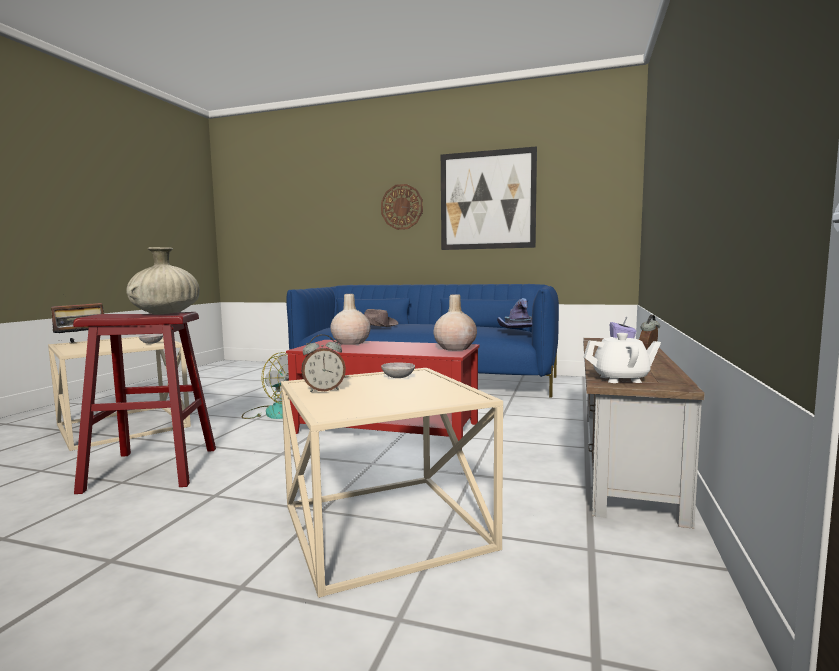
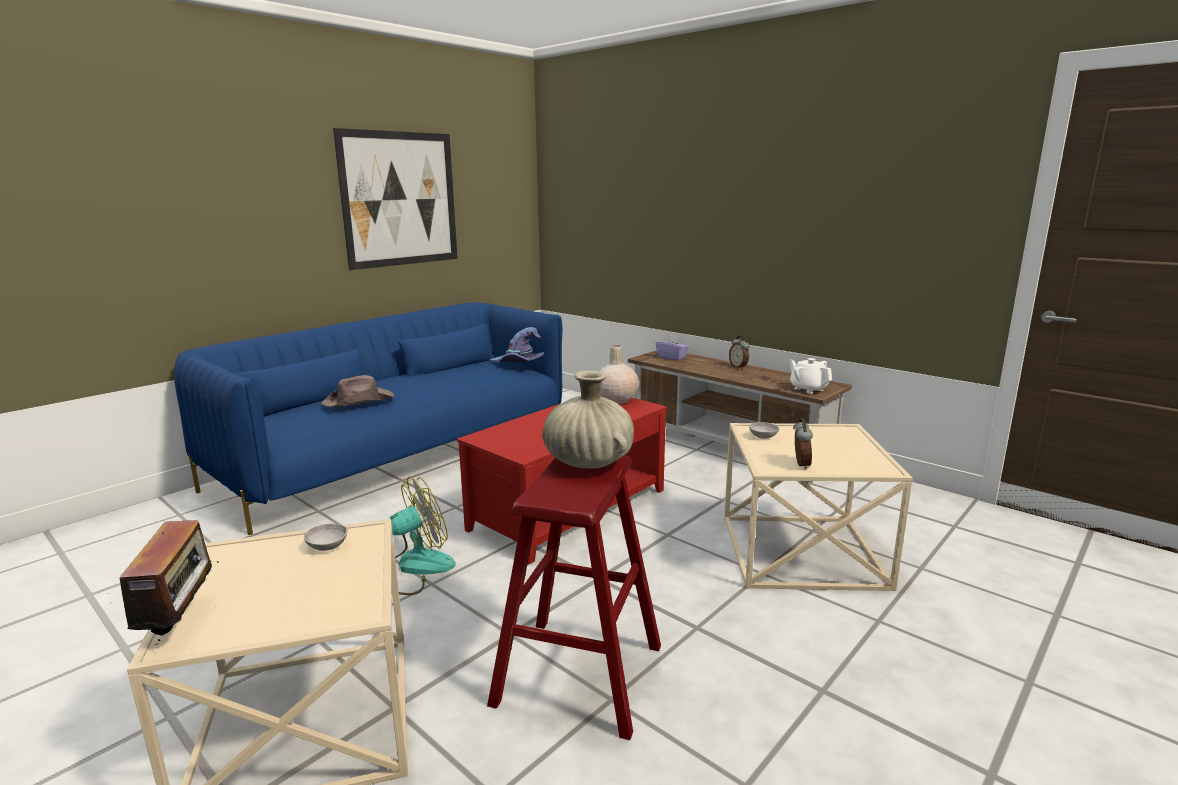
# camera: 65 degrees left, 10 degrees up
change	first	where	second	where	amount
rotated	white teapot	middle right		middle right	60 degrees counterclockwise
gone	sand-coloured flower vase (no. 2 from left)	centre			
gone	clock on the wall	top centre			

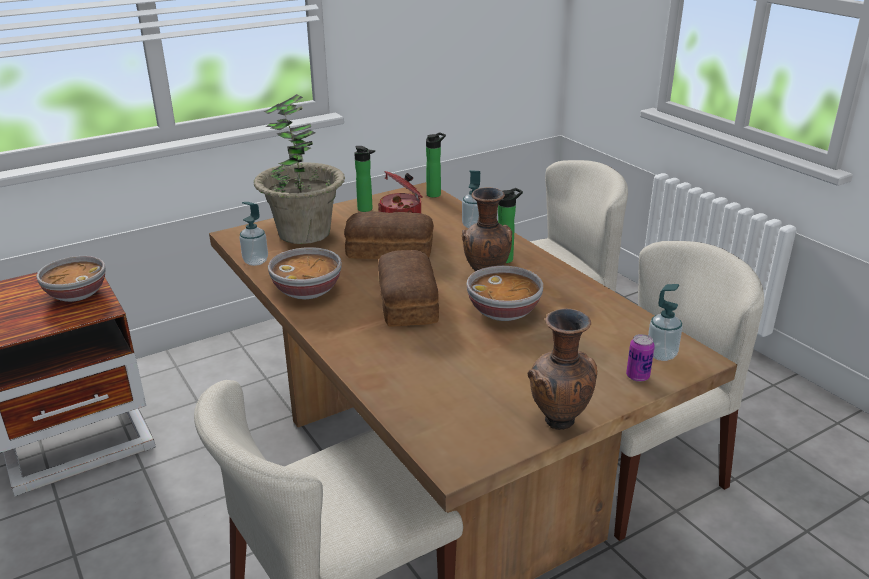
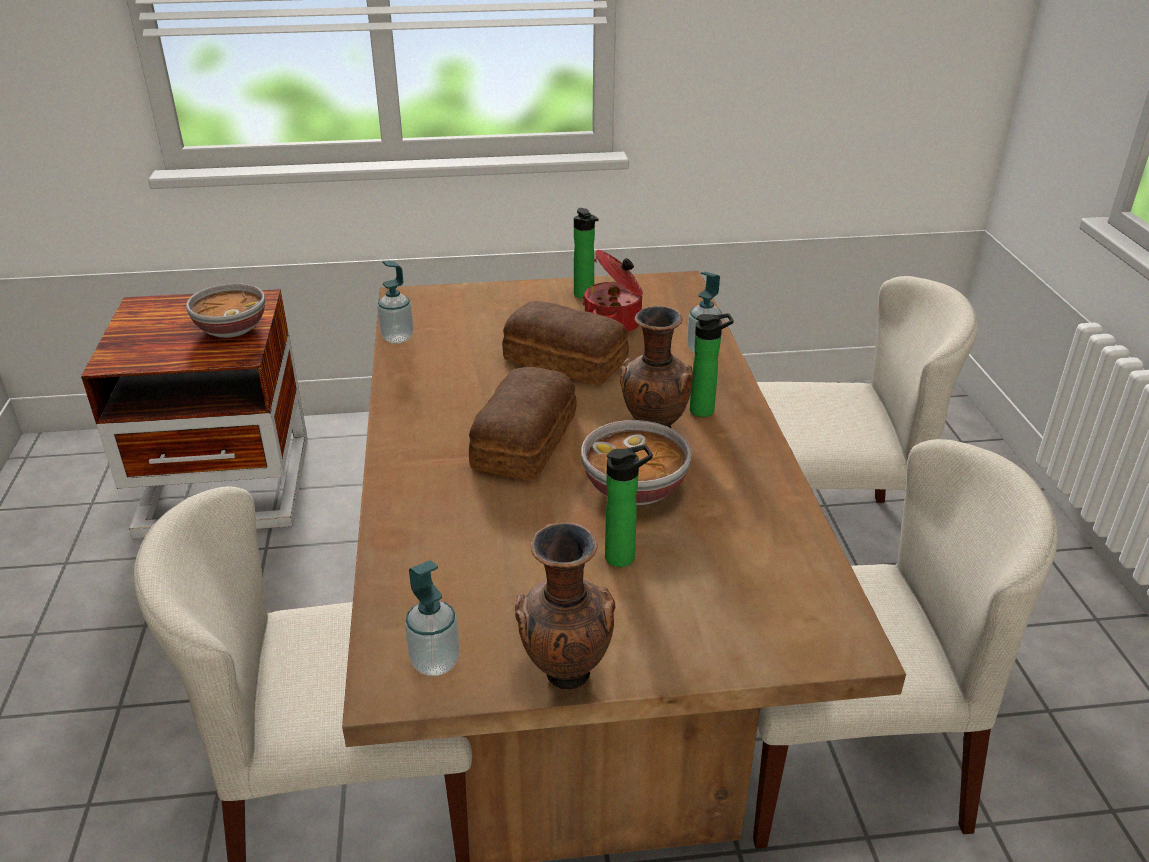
# camera: 25 degrees right, 5 degrees up
change	first	where	second	where	amount
shifted	liquid soap bottle (no. 3 from left in the first image)	middle right	liquid soap bottle (no. 2 from left)	bottom centre	
shifted	bottle (no. 2 from left)	top centre		centre	
gone	potted plant	top centre			
gone	bowl (no. 2 from left)	centre			
gone	metal can	middle right			

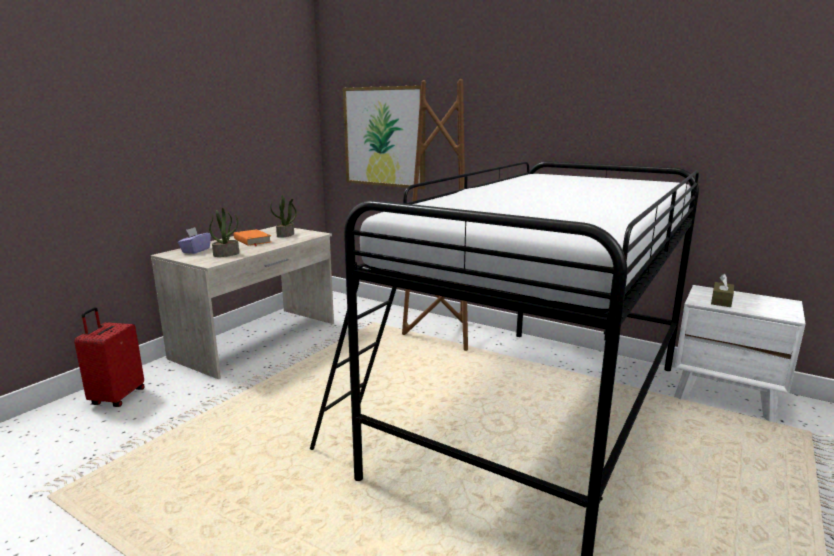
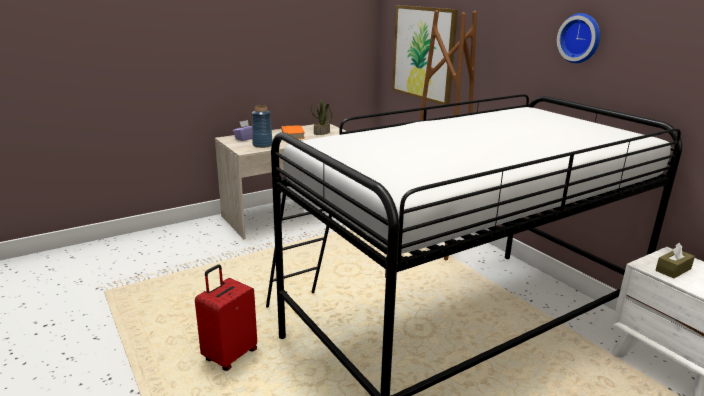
# camera: 25 degrees right, 5 degrees up
change	first	where	second	where	amount
shifted	red suitcase	middle left		bottom left	
swapped	potted plant (no. 1 from left)	middle left	bluish flower vase	top centre	
new			clock on the wall	top right	

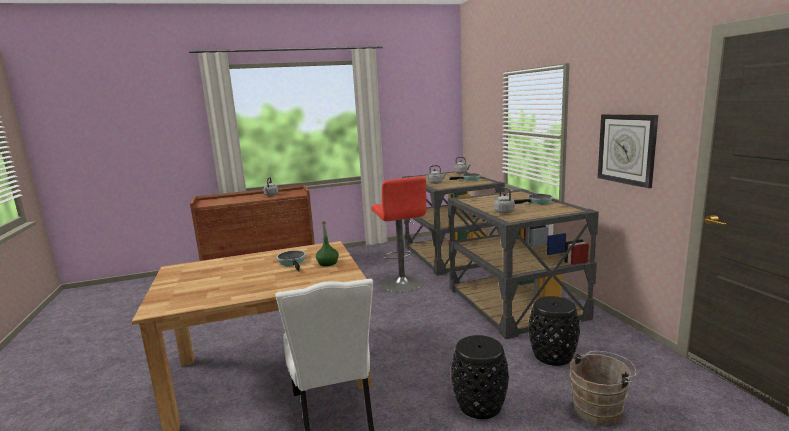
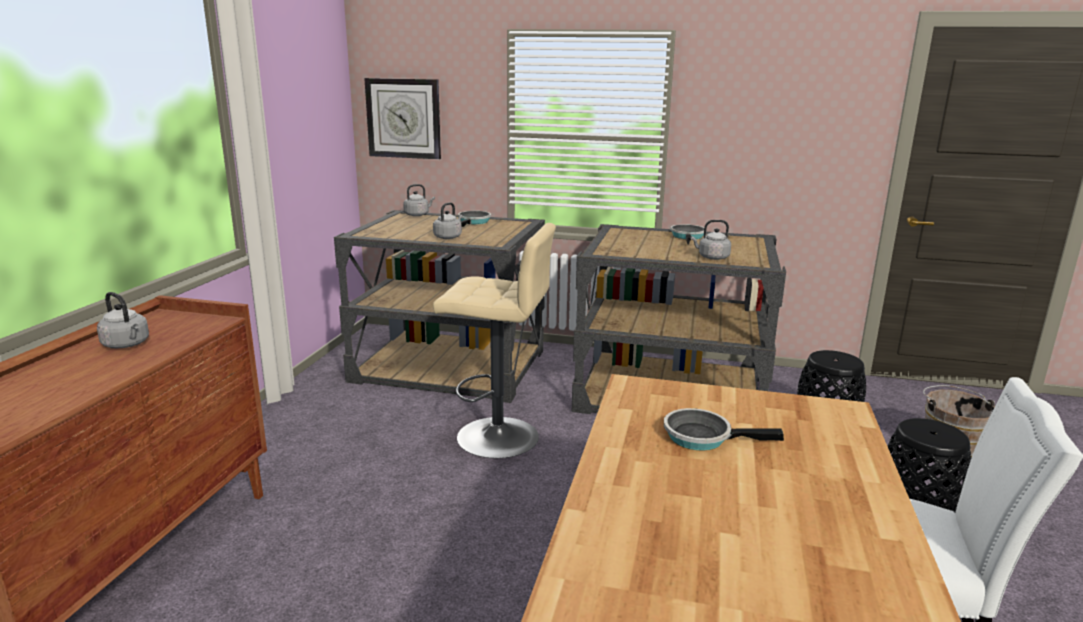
# camera: 60 degrees left, 5 degrees up
change	first	where	second	where	amount
shifted	clock on the wall	middle right		top centre	
repainted	red stool seat	centre	sand-coloured stool seat	centre	
gone	greenish bottle	centre			

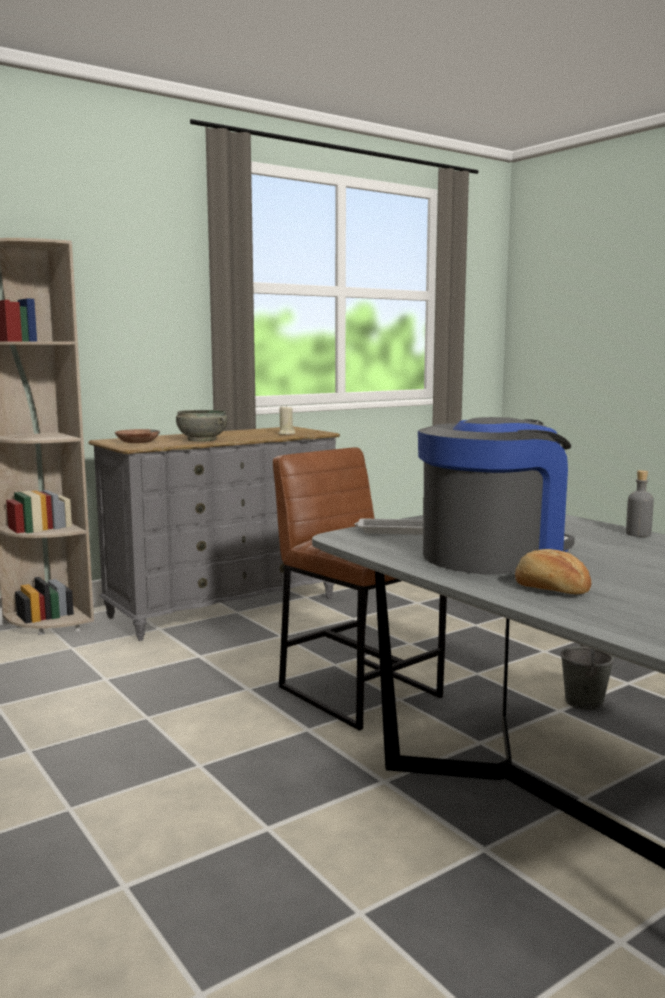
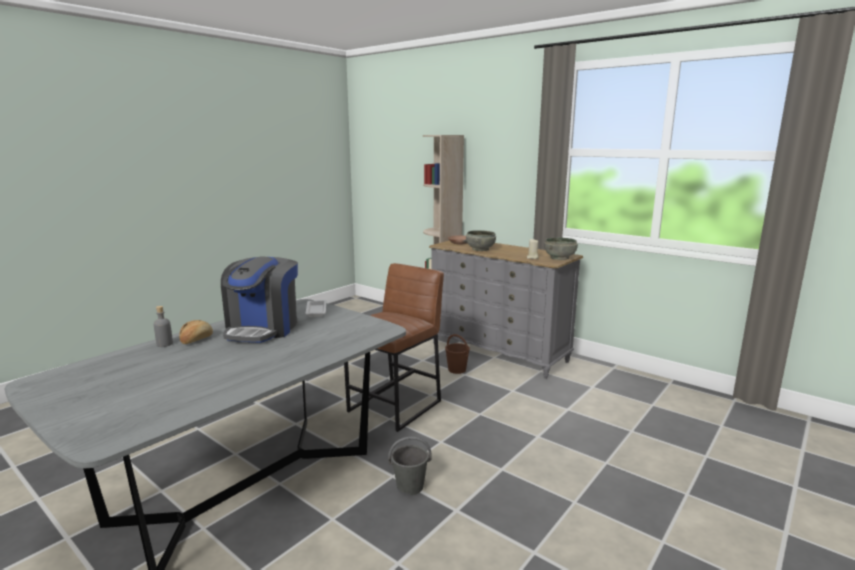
# camera: 75 degrees right, 5 degrees up
change	first	where	second	where	amount
shifted	grey bottle	middle right		middle left	
rotated	coffee machine	middle right		middle left	60 degrees clockwise
new			brownish bucket	centre	
new			grey bowl (no. 2 from left)	centre	

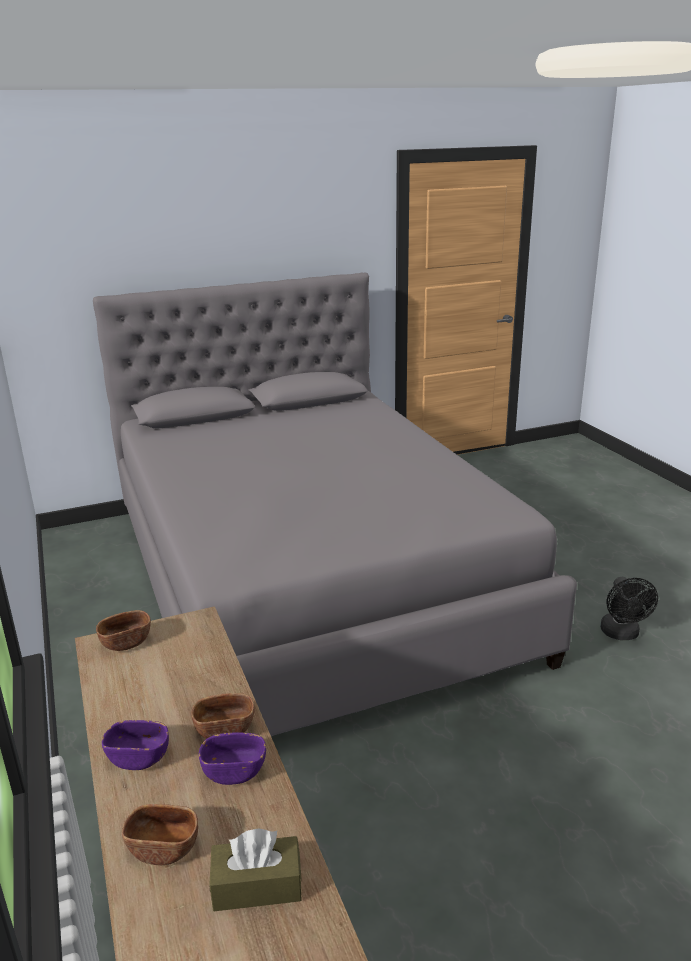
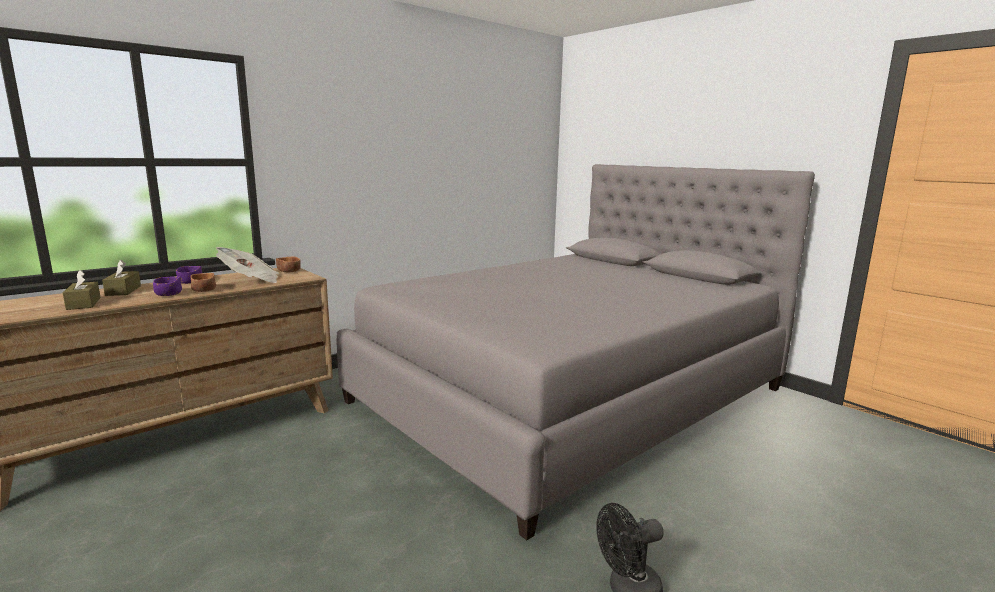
# camera: 70 degrees right, 10 degrees down
change	first	where	second	where	amount
swapped	brownish bowl (no. 2 from left)	bottom left	brownish tissue holder (no. 2 from left)	middle left	
new			printed paper	middle left	

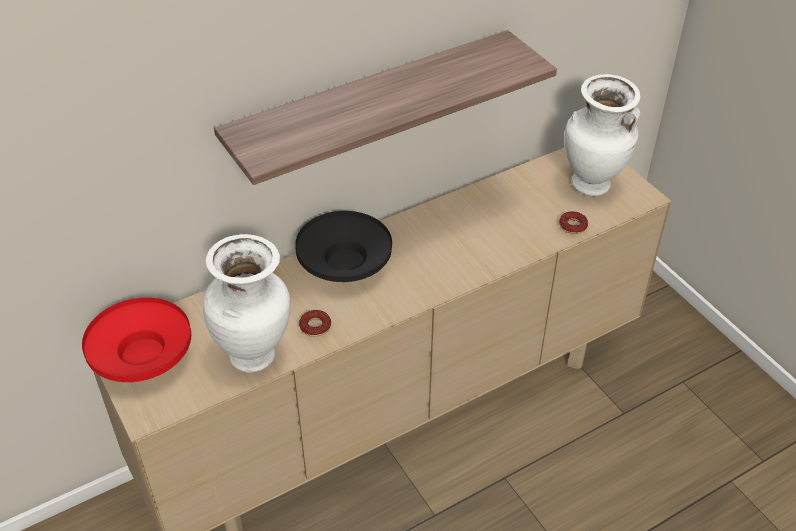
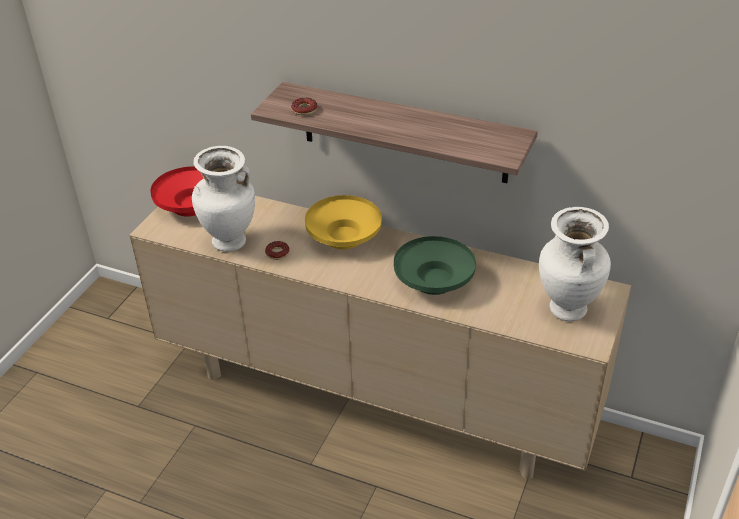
# camera: 55 degrees right, 5 degrees down
change	first	where	second	where	amount
shifted	donut (no. 2 from left)	middle right		top centre	
repainted	black bowl	centre	yellowish bowl	centre	
new			greenish bowl	centre	

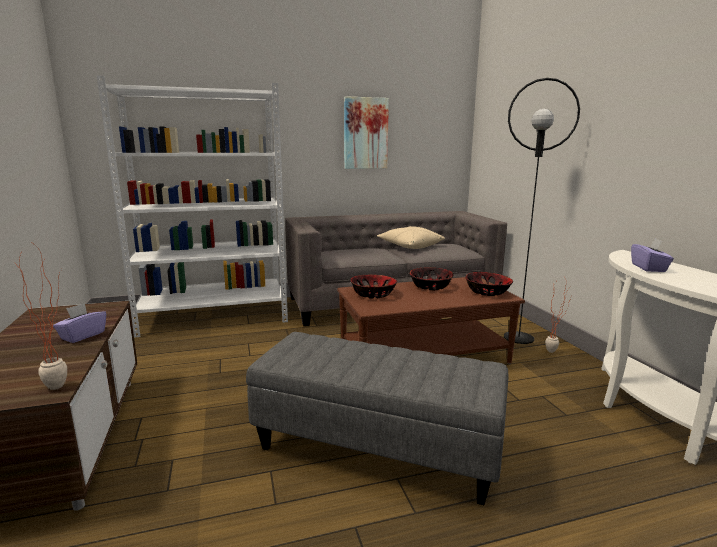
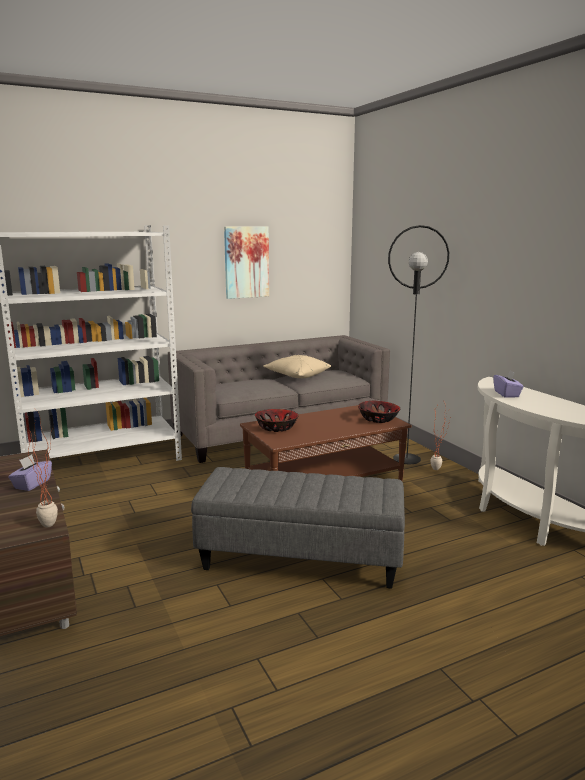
# camera: 10 degrees left, 0 degrees up
change	first	where	second	where	amount
gone	bowl (no. 2 from left)	centre			

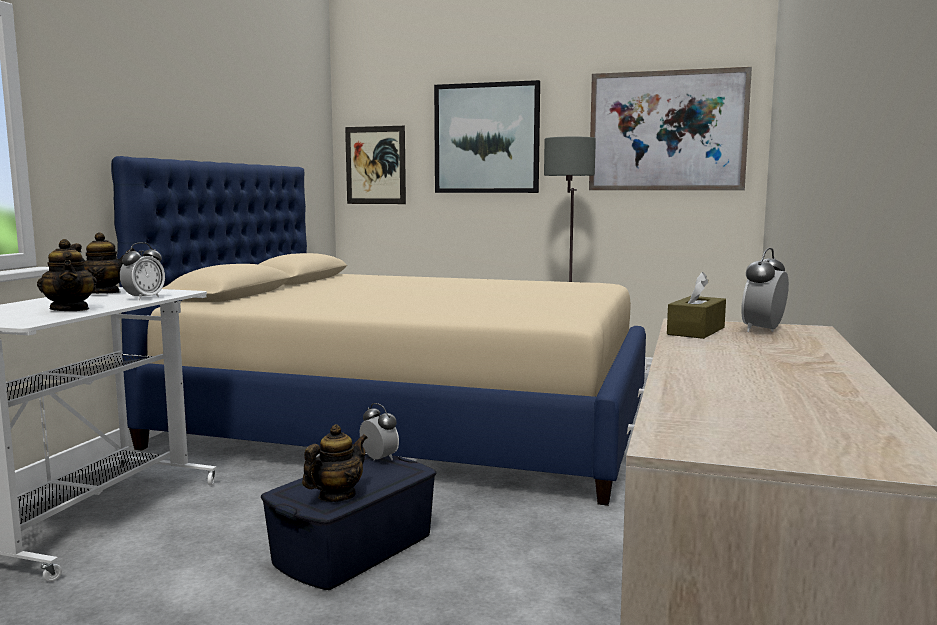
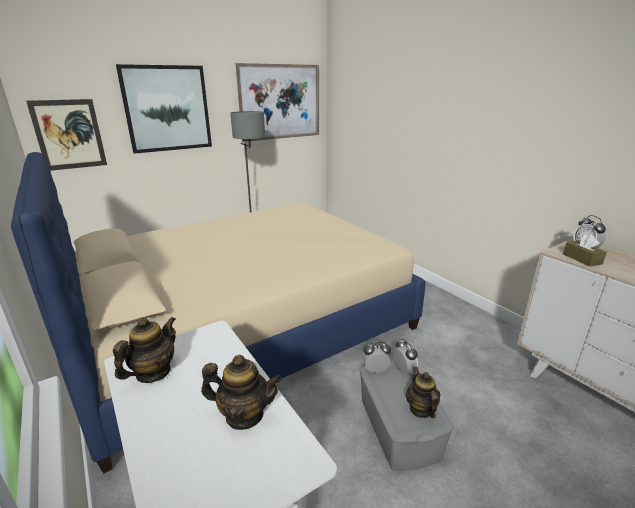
# camera: 50 degrees left, 15 degrees up
change	first	where	second	where	amount
repainted	bluish storage container	bottom centre	grey storage container	bottom centre	
shifted	bedside clock (no. 1 from left in the first image)	middle left	bedside clock (no. 2 from left)	bottom centre	

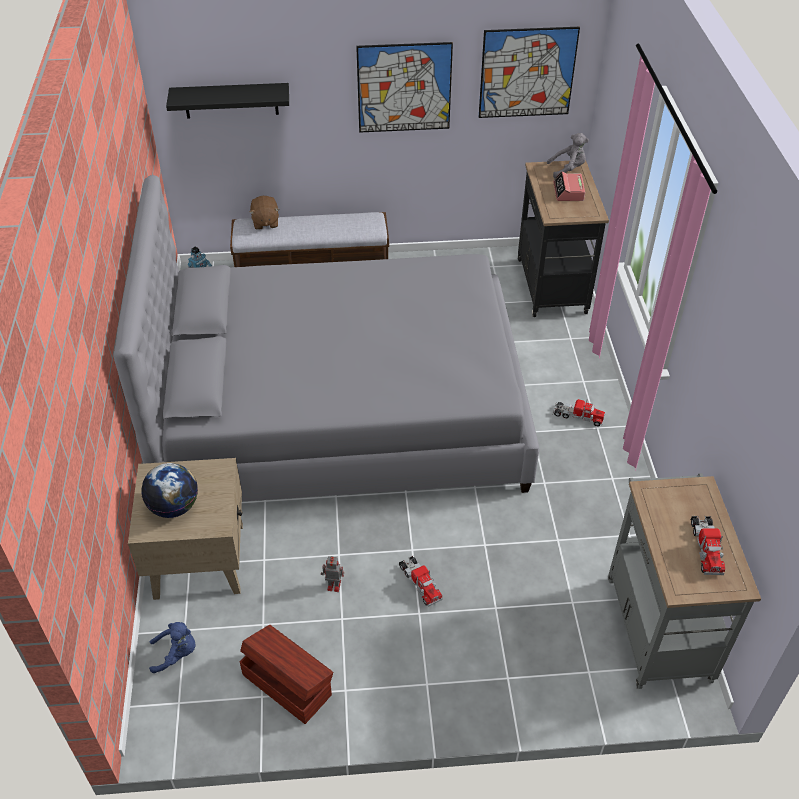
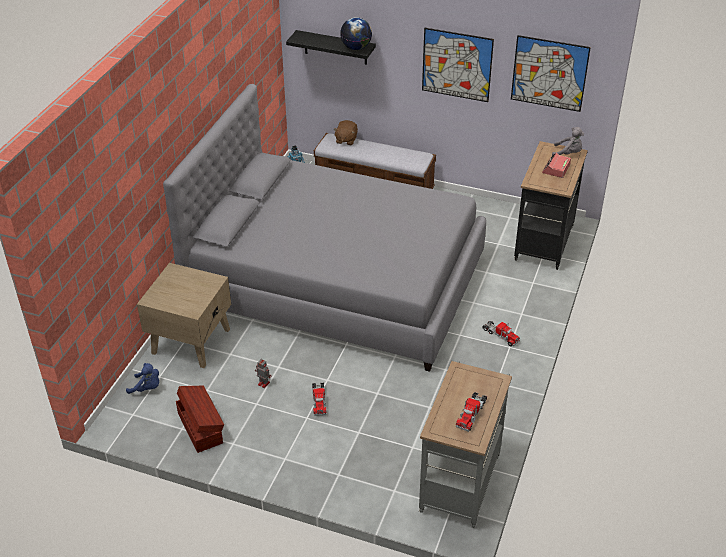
# camera: 25 degrees right, 5 degrees down
change	first	where	second	where	amount
shifted	desk globe	middle left		top centre	

